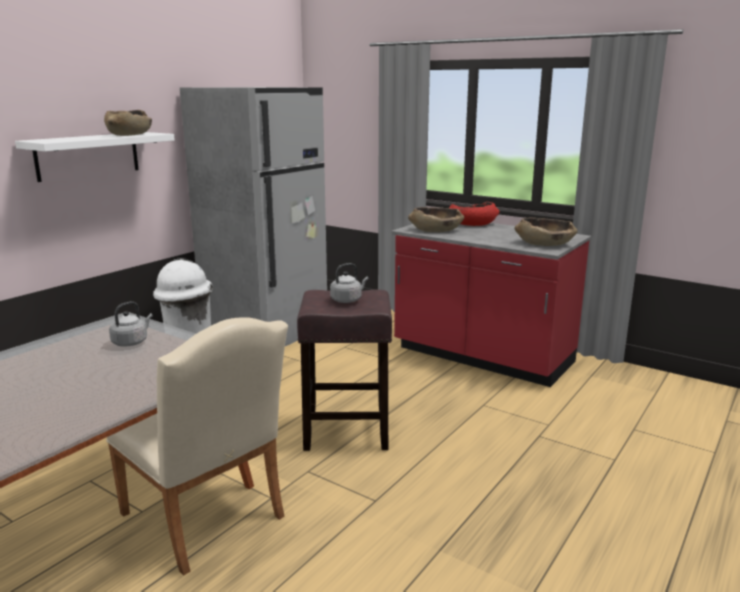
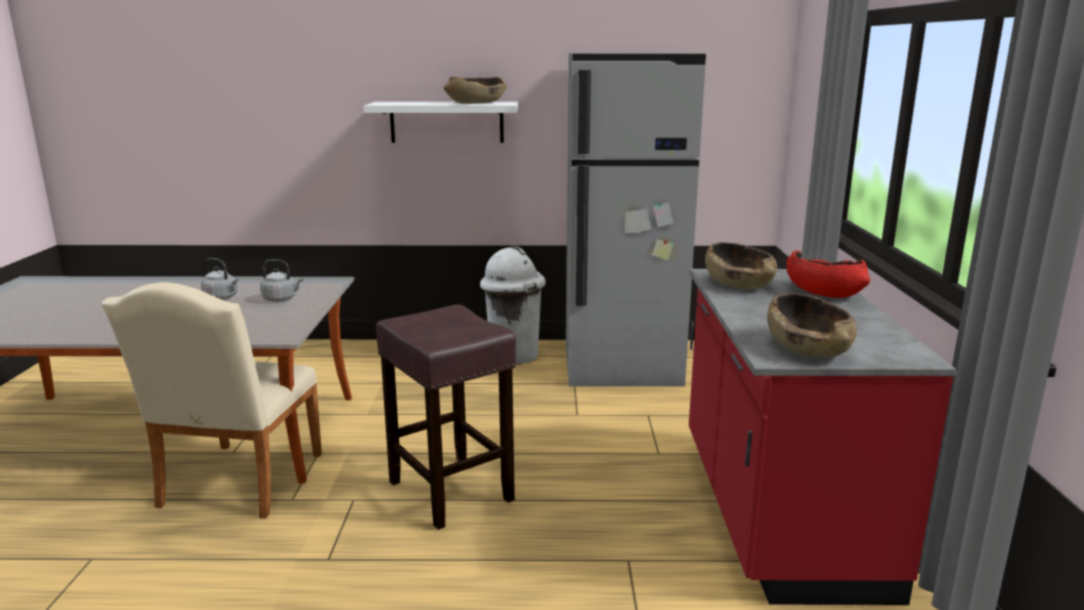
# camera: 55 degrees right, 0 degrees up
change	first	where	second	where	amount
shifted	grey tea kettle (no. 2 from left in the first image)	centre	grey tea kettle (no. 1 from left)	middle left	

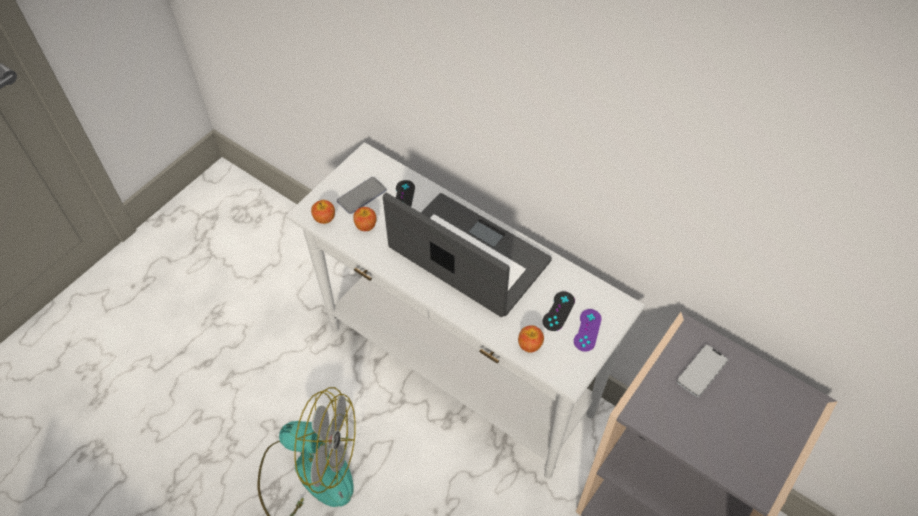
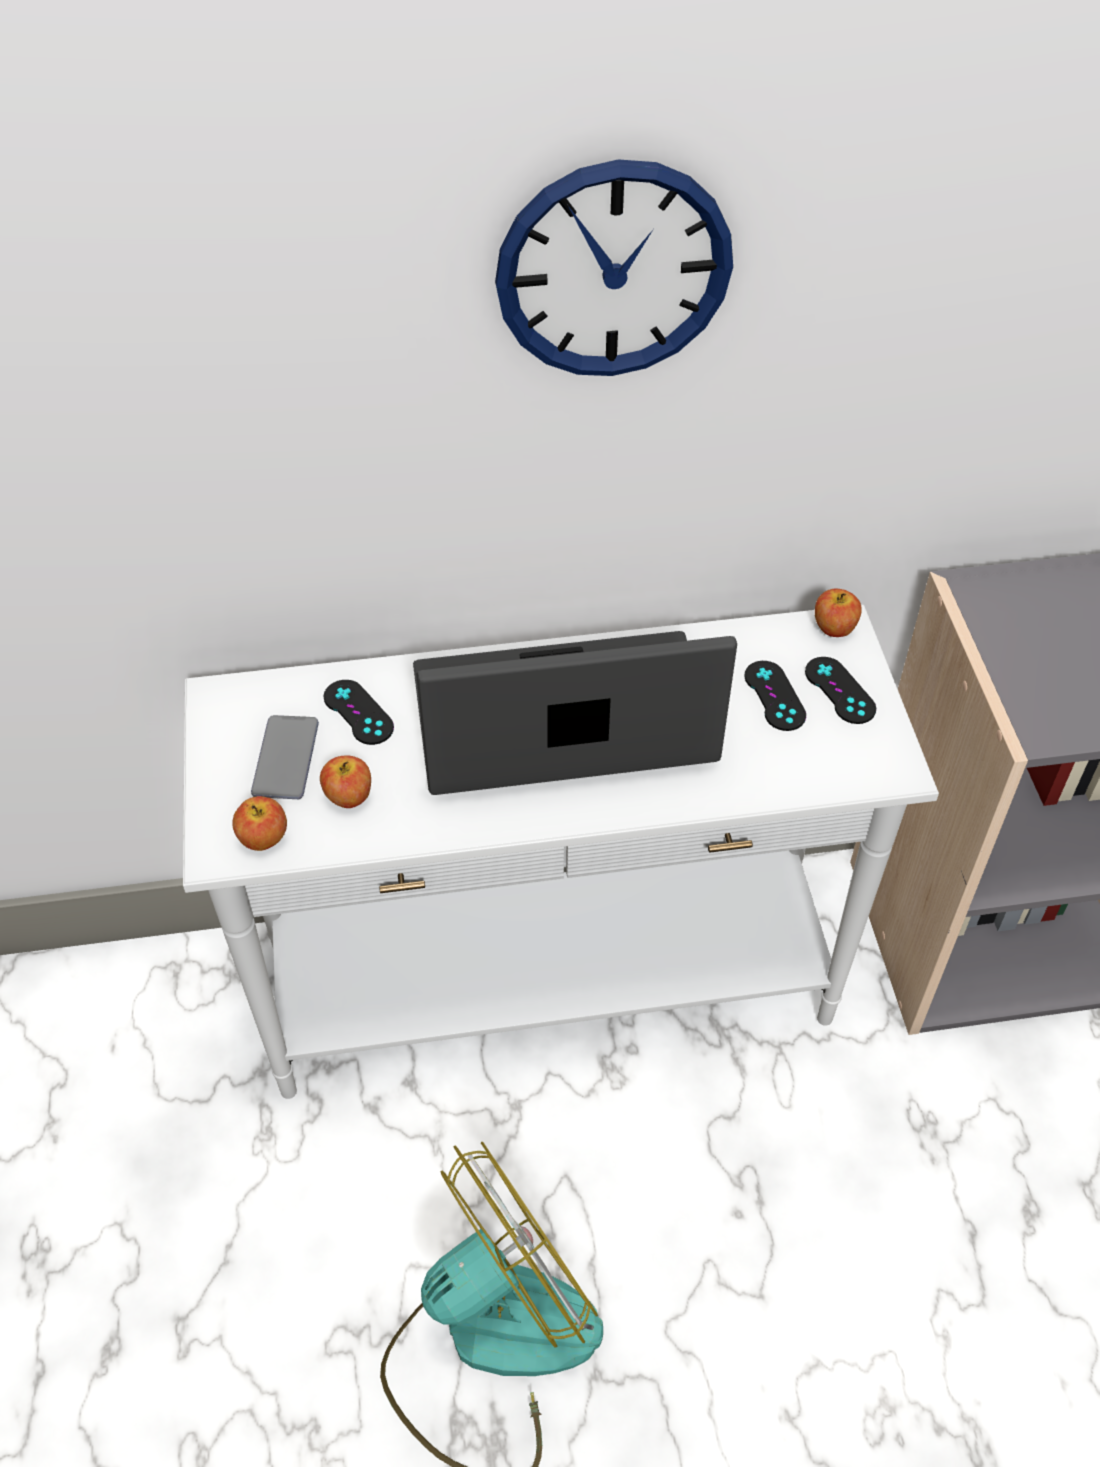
# camera: 45 degrees left, 5 degrees down
change	first	where	second	where	amount
new			clock on the wall	top centre	
repainted	purplish game controller	centre	black game controller (no. 3 from left)	middle right	
shifted	apple fruit (no. 3 from left)	centre		middle right	
gone	phone (no. 2 from left)	bottom right			

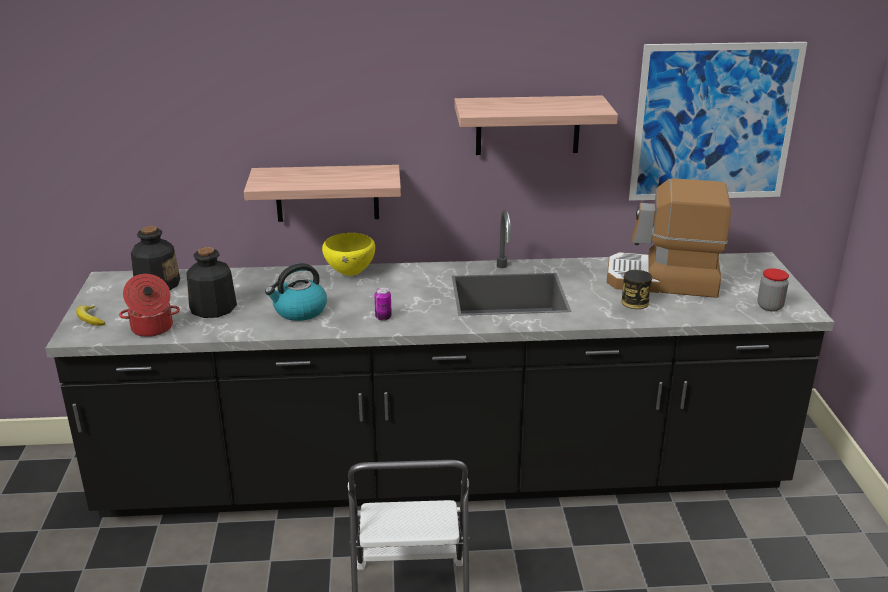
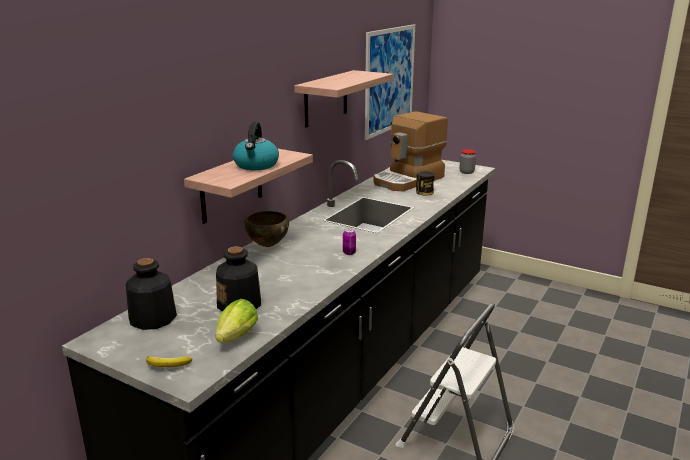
# camera: 55 degrees left, 5 degrees down
change	first	where	second	where	amount
swapped	cooking pot	middle left	lettuce head	bottom centre	
shifted	tea kettle	centre		top centre	
repainted	yellowish bowl	centre	brownish bowl	centre	

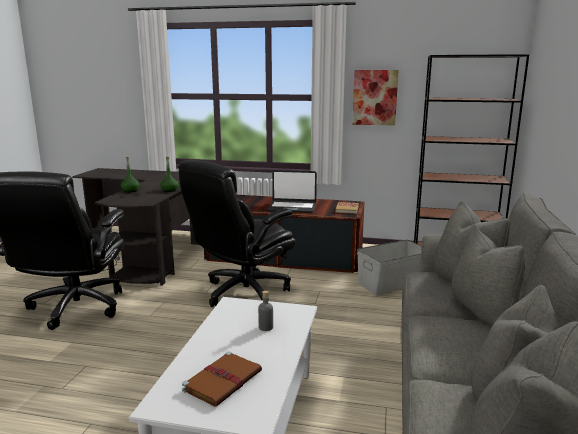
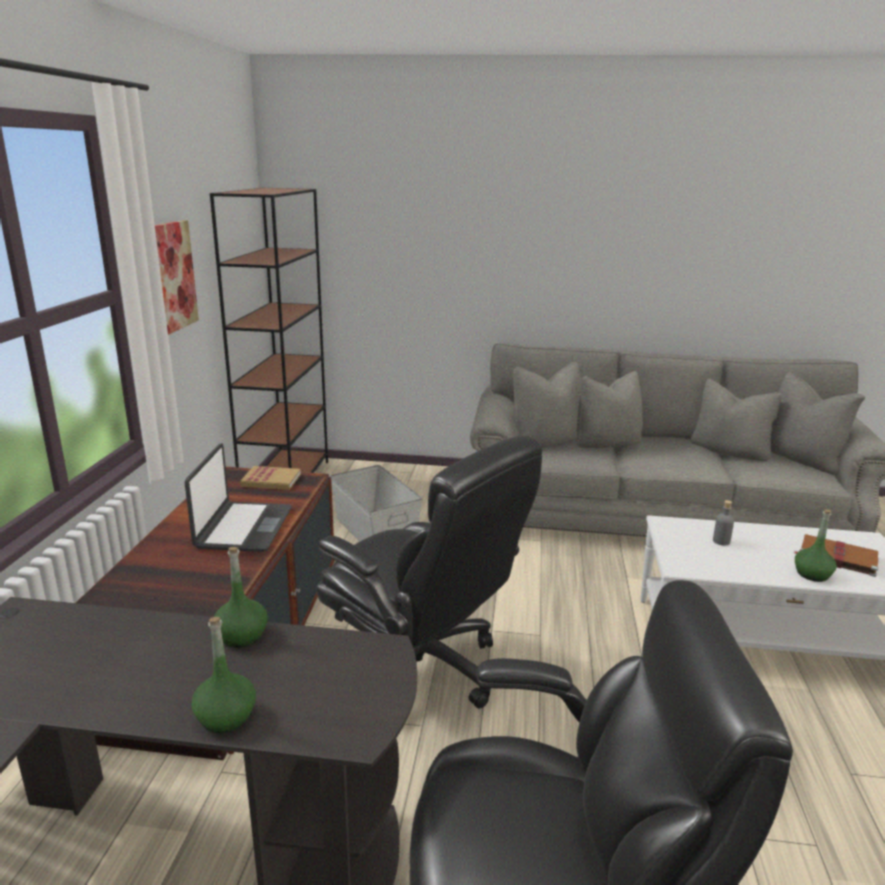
# camera: 95 degrees left, 5 degrees up
change	first	where	second	where	amount
new			greenish bottle (no. 3 from left)	middle right	

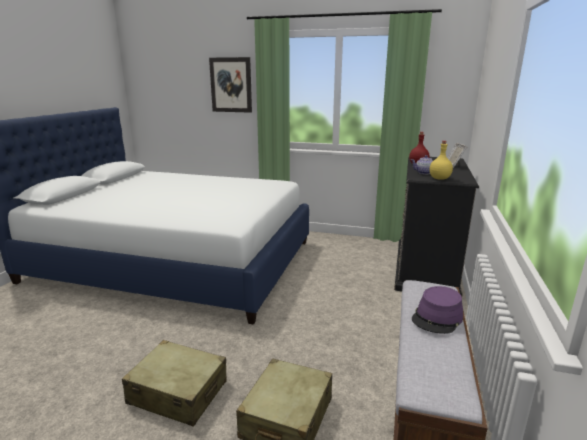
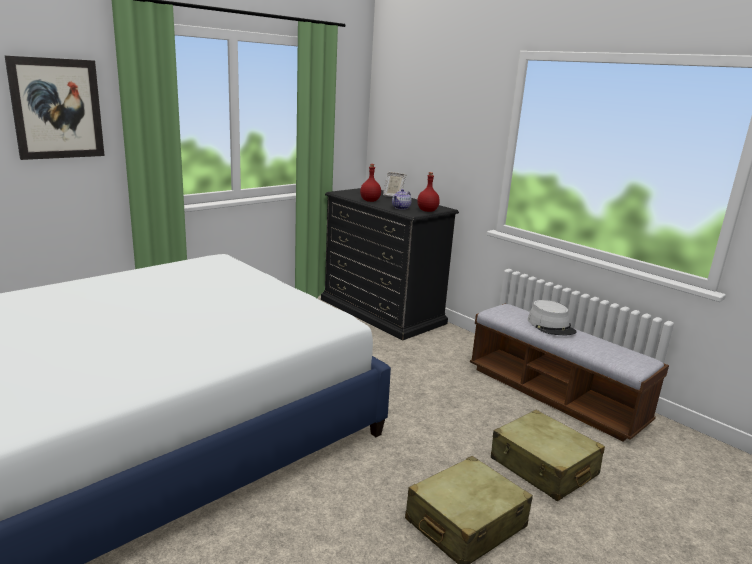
# camera: 60 degrees left, 0 degrees up
change	first	where	second	where	amount
repainted	yellowish bottle	middle right	red bottle (no. 2 from left)	centre	
repainted	purplish hat	bottom right	grey hat	middle right	

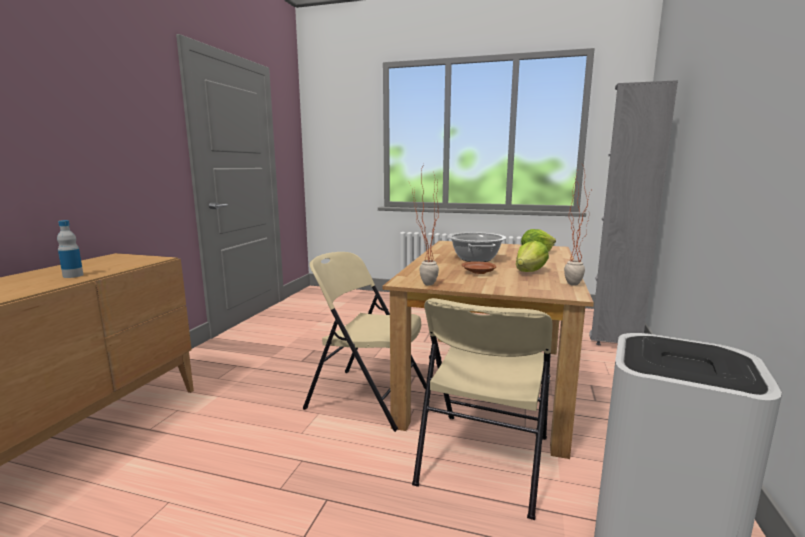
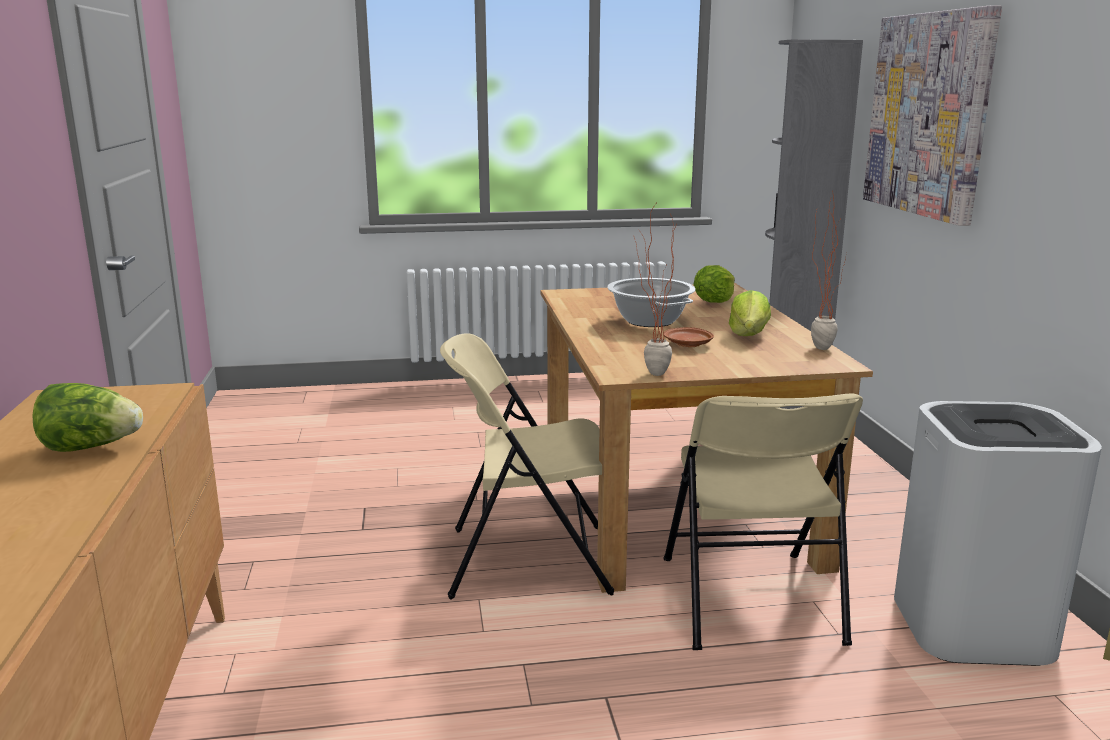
# camera: 25 degrees left, 5 degrees up
change	first	where	second	where	amount
swapped	bottle	middle left	lettuce head (no. 1 from left)	middle left	
new			wall picture	top right	

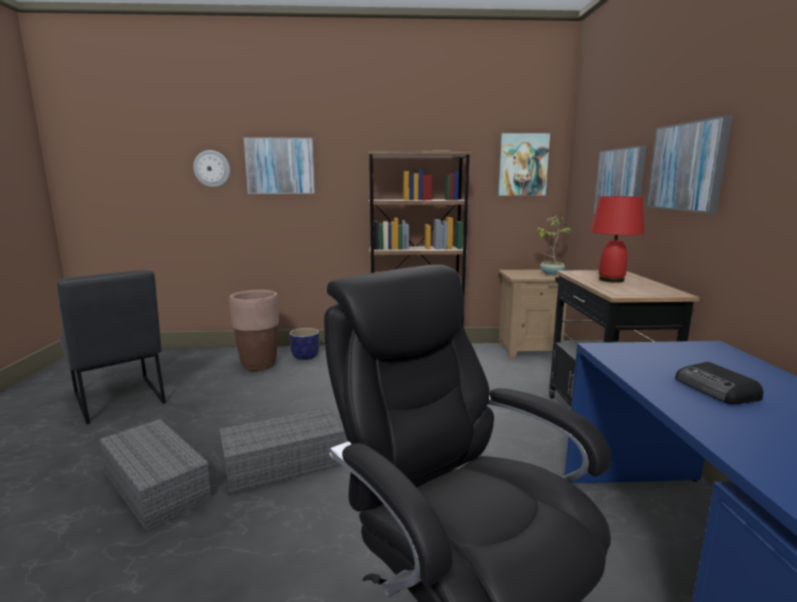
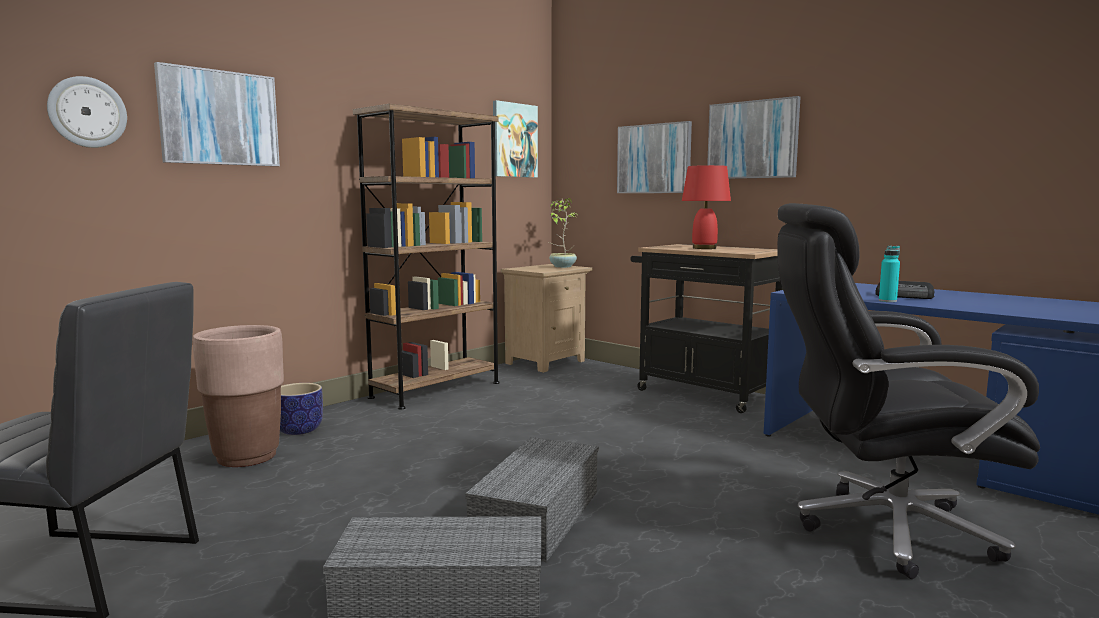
# camera: 45 degrees left, 5 degrees down
change	first	where	second	where	amount
new			turquoise bottle	middle right	

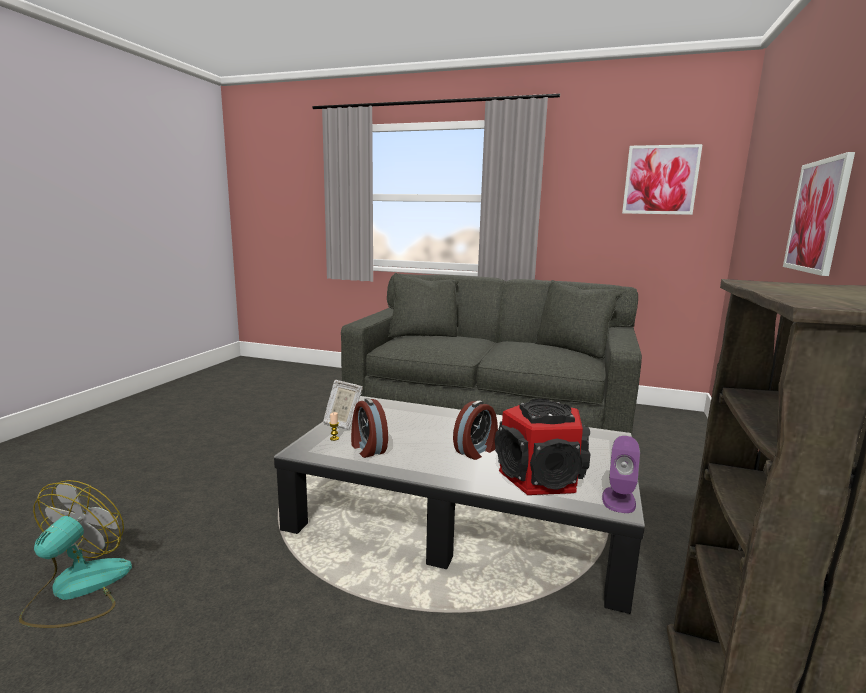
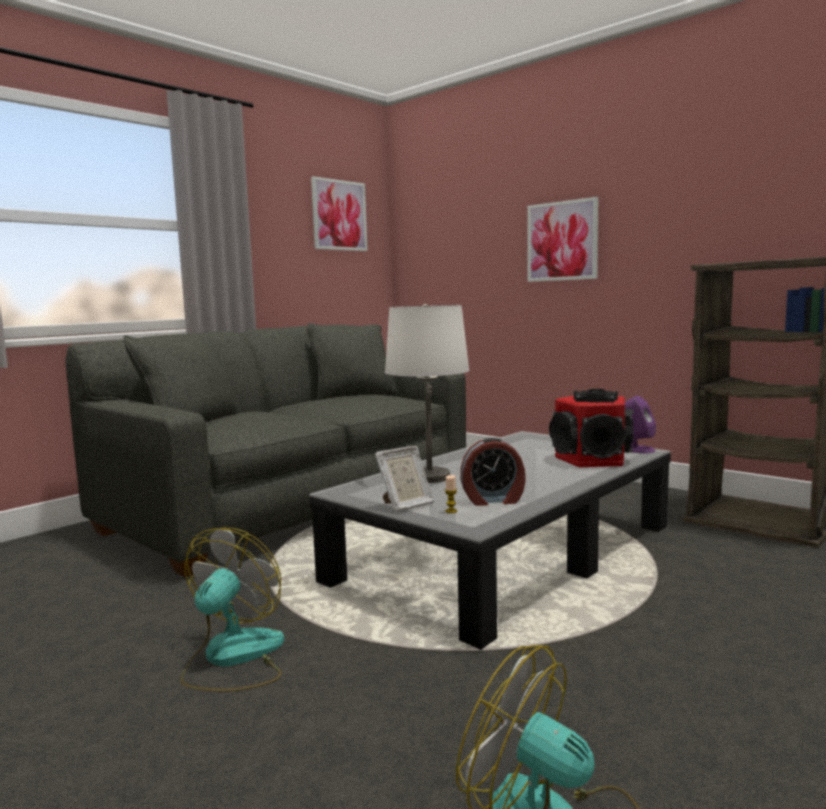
# camera: 65 degrees left, 5 degrees down
change	first	where	second	where	amount
new			electric fan (no. 1 from left)	bottom left	
new			white table lamp	centre	
gone	bedside clock (no. 2 from left)	centre			

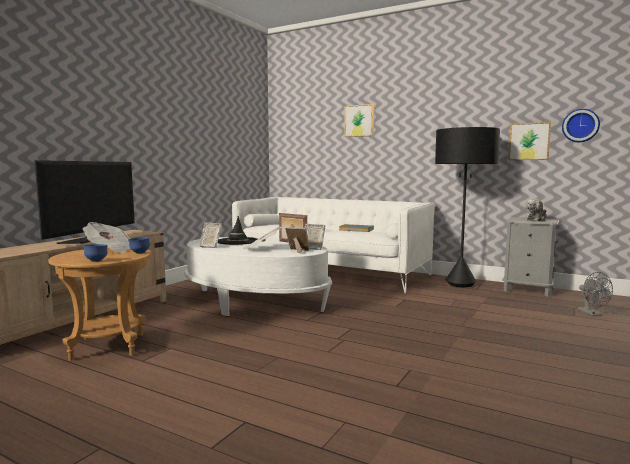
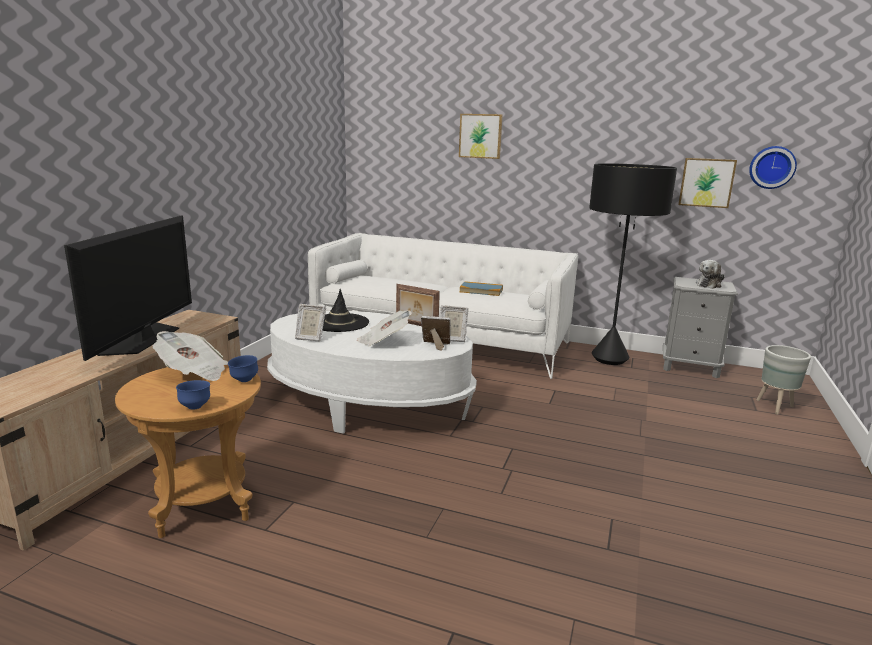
# camera: 10 degrees left, 10 degrees up
change	first	where	second	where	amount
swapped	grey electric fan	middle right	grey planter	middle right	

